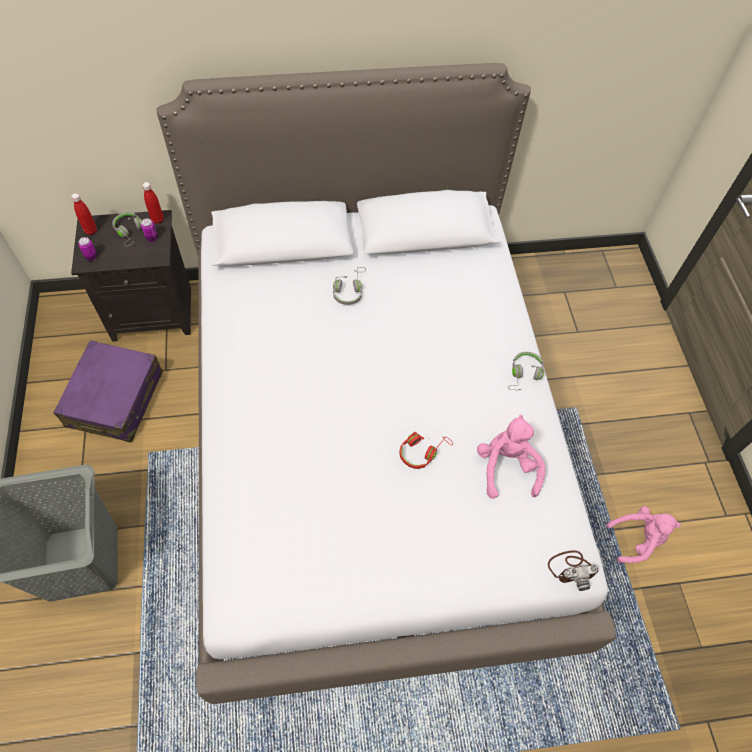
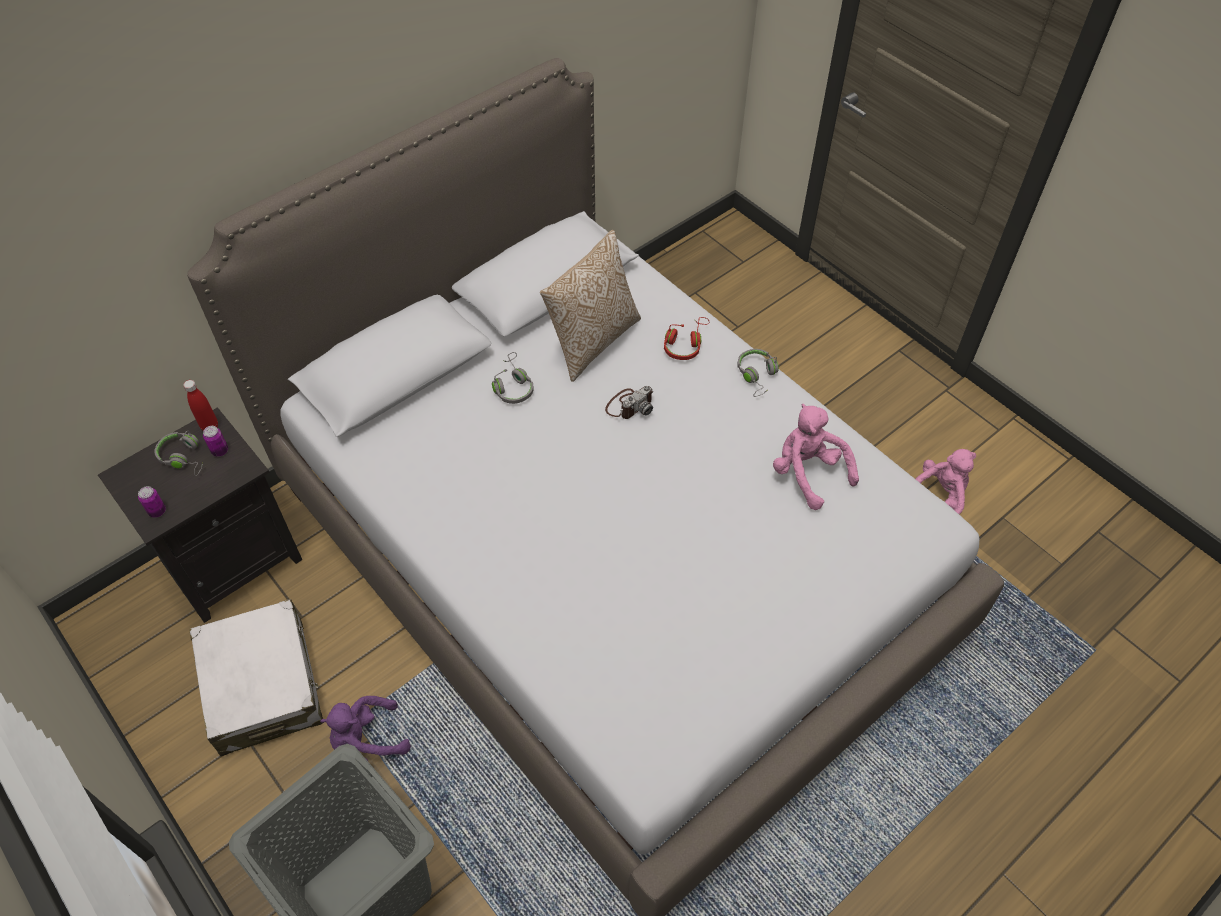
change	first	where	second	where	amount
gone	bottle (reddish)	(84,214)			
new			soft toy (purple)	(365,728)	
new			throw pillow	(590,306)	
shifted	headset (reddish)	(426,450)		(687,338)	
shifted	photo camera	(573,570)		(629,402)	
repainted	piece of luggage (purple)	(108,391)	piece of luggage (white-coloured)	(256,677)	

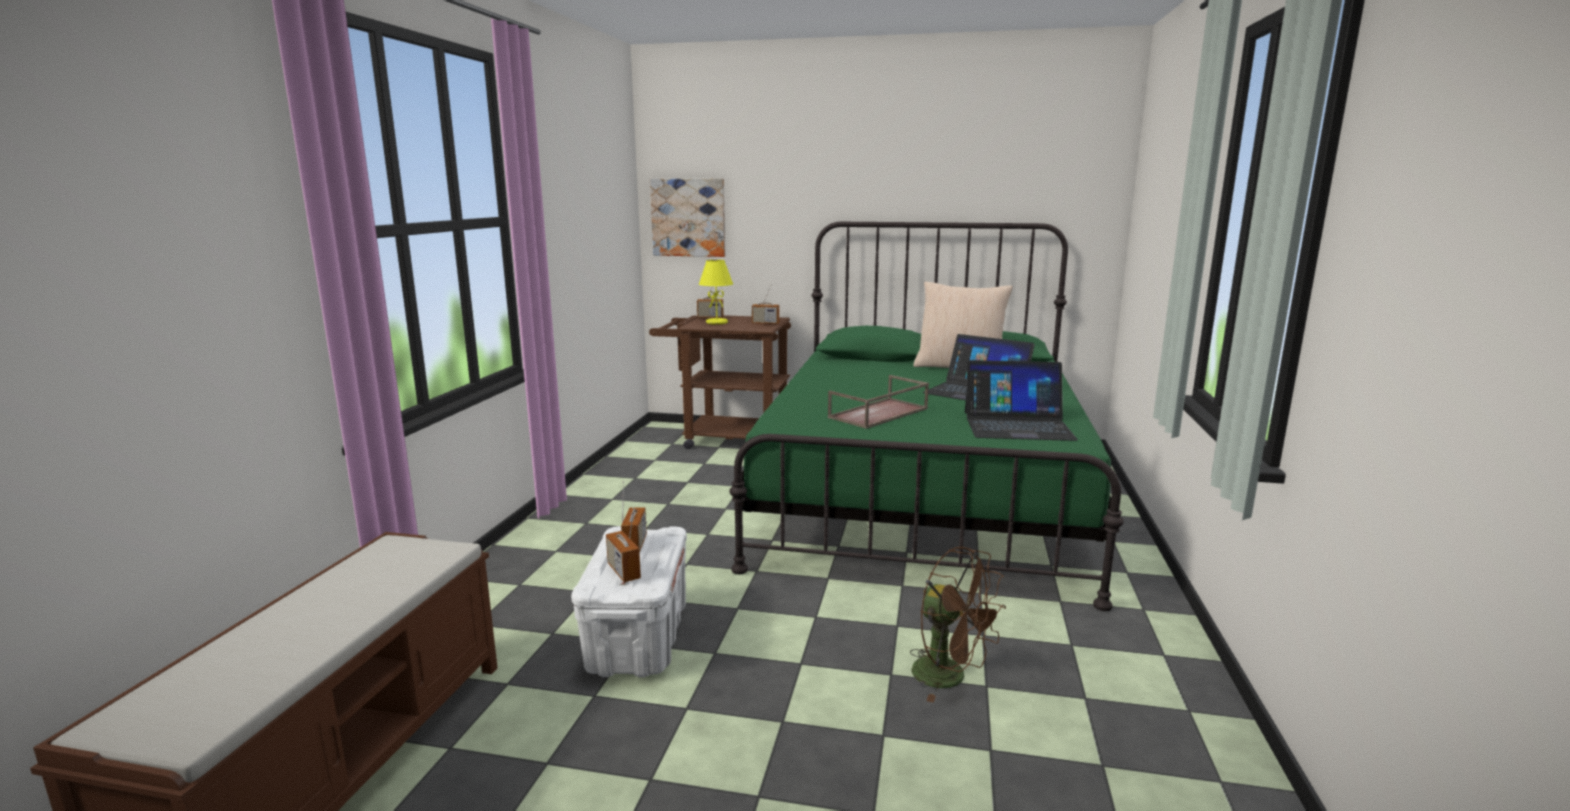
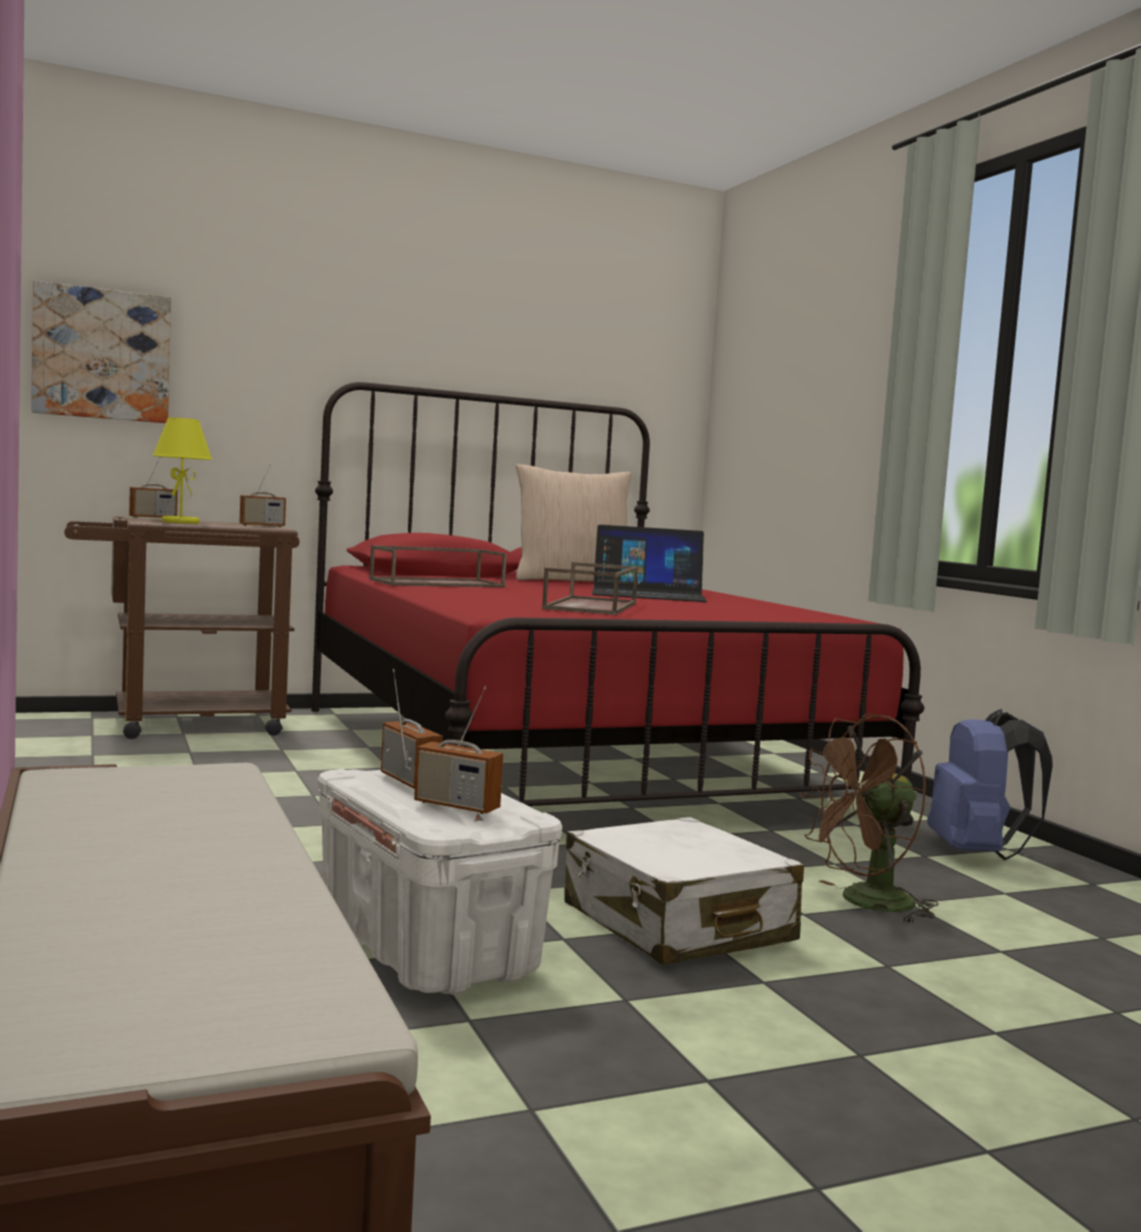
change	first	where	second	where	amount
gone	notebook computer	(1021,400)			
new			serving tray (brown-coloured)	(438,566)	
new			piece of luggage (white-coloured)	(684,891)	
new			rucksack (blue-coloured)	(990,784)	
repainted	sleeping bed (green-coloured)	(926,416)	sleeping bed (reddish)	(618,604)	
rotated	electric fan (brown-coloured)	(958,624)		(869,818)	150 degrees clockwise

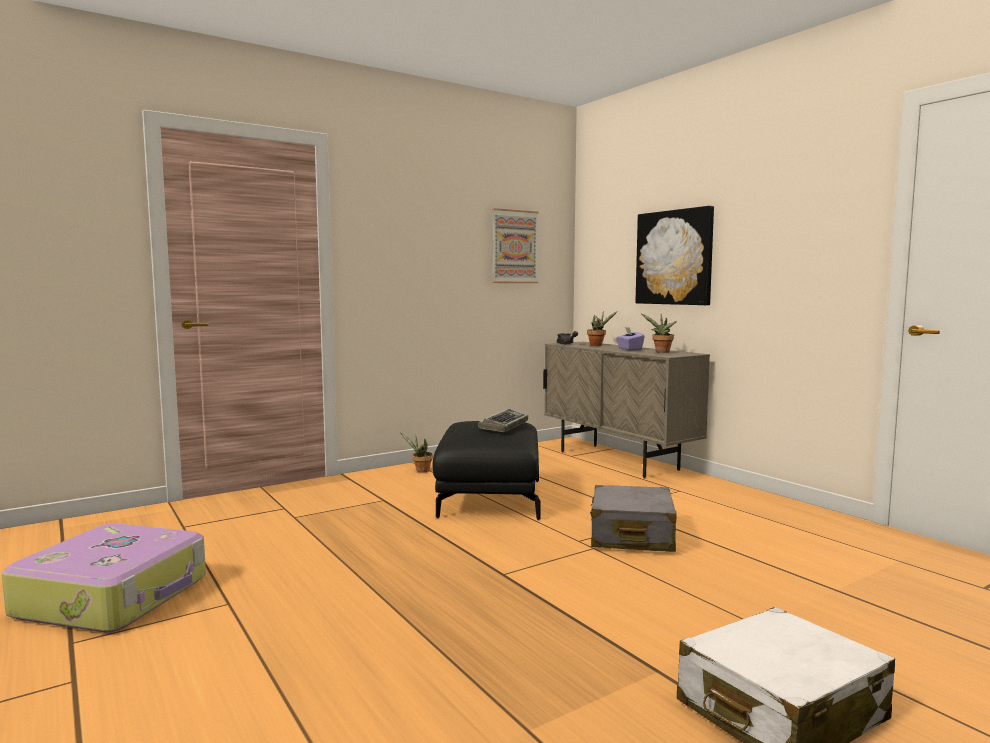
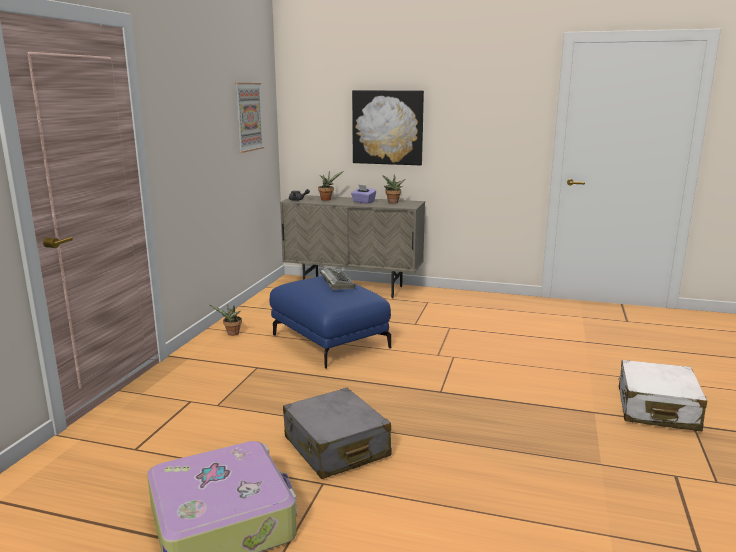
change	first	where	second	where	amount
shifted	piece of luggage (gray)	(633,518)		(337,433)	
repainted	pouffe (blackish)	(486,470)	pouffe (blue-coloured)	(330,322)	

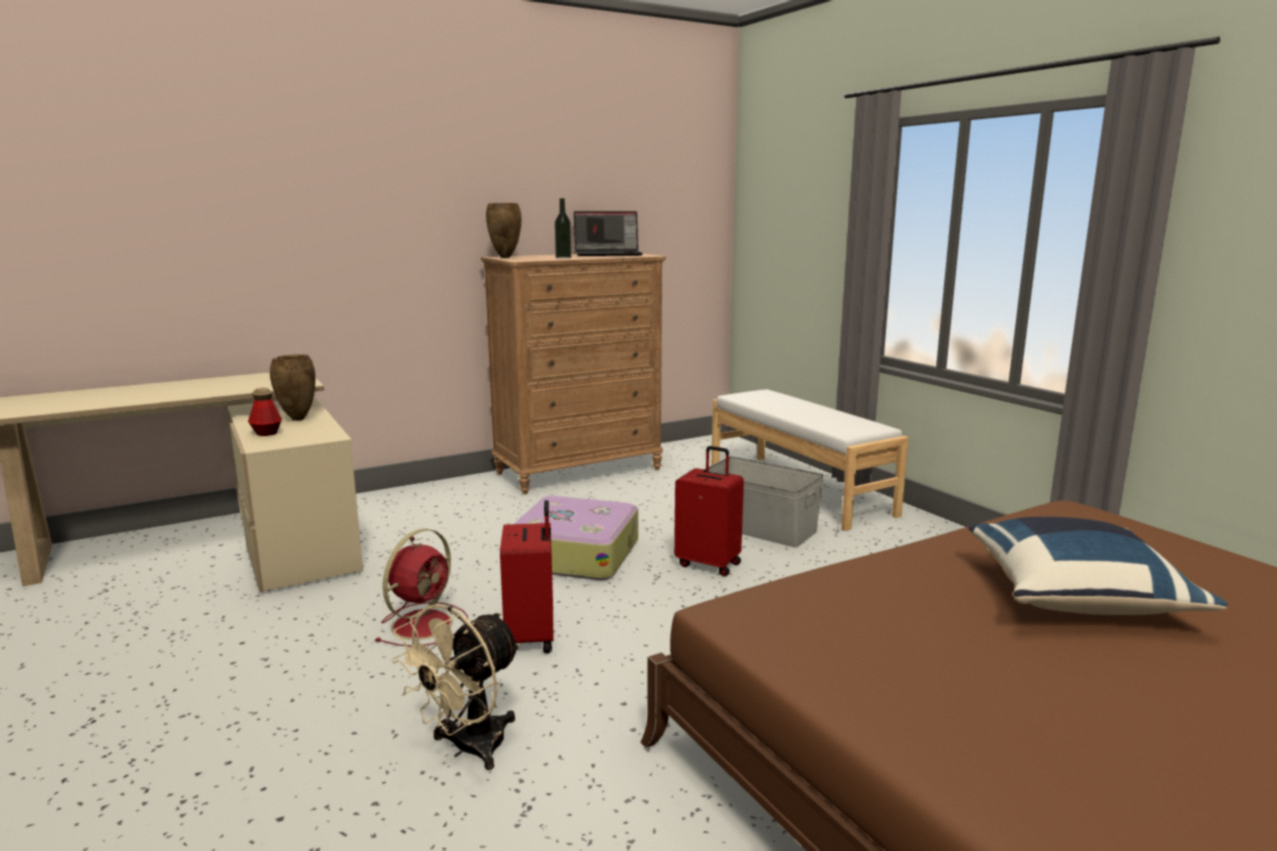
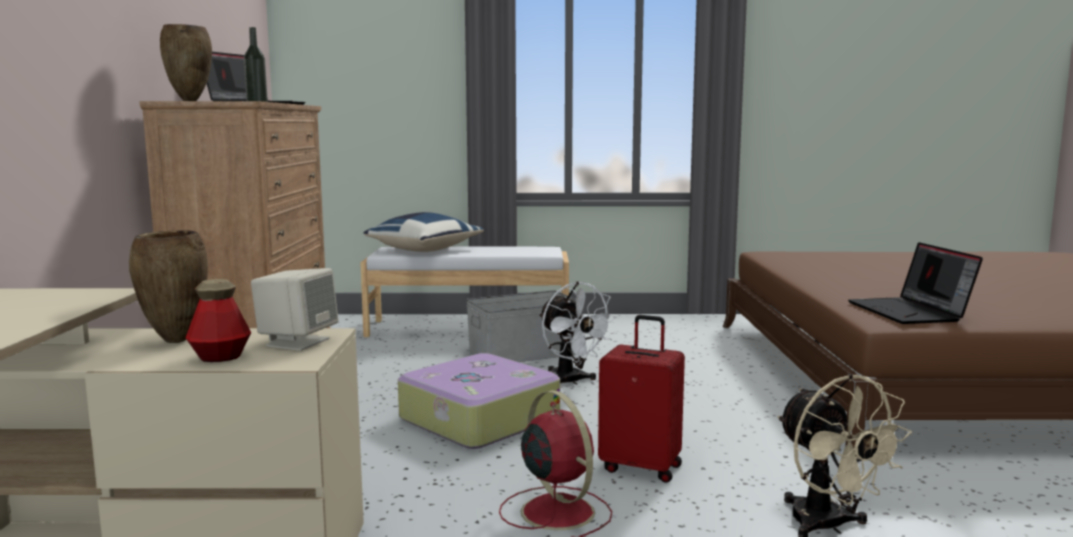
change	first	where	second	where	amount
new			speaker (beige)	(294,309)	
new			notebook computer	(915,283)	
shifted	throw pillow (blue-coloured)	(1098,566)		(424,232)	
swapped	piece of luggage (reddish)	(709,511)	electric fan (white-coloured)	(578,333)	

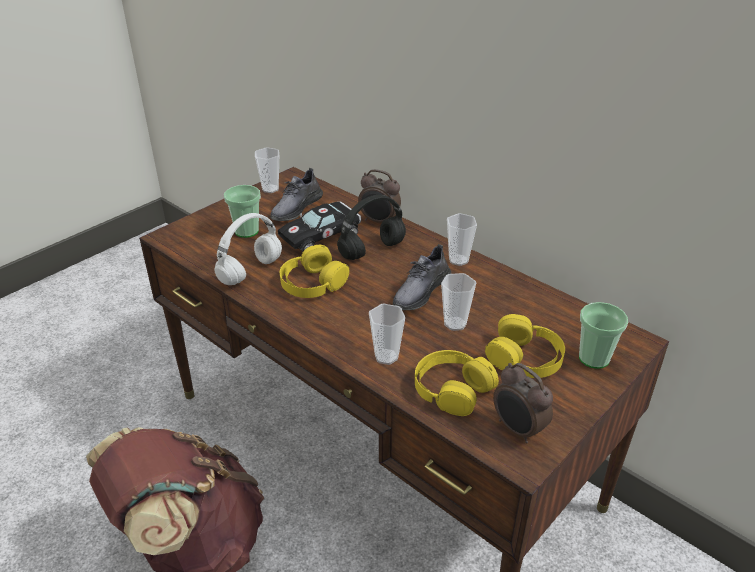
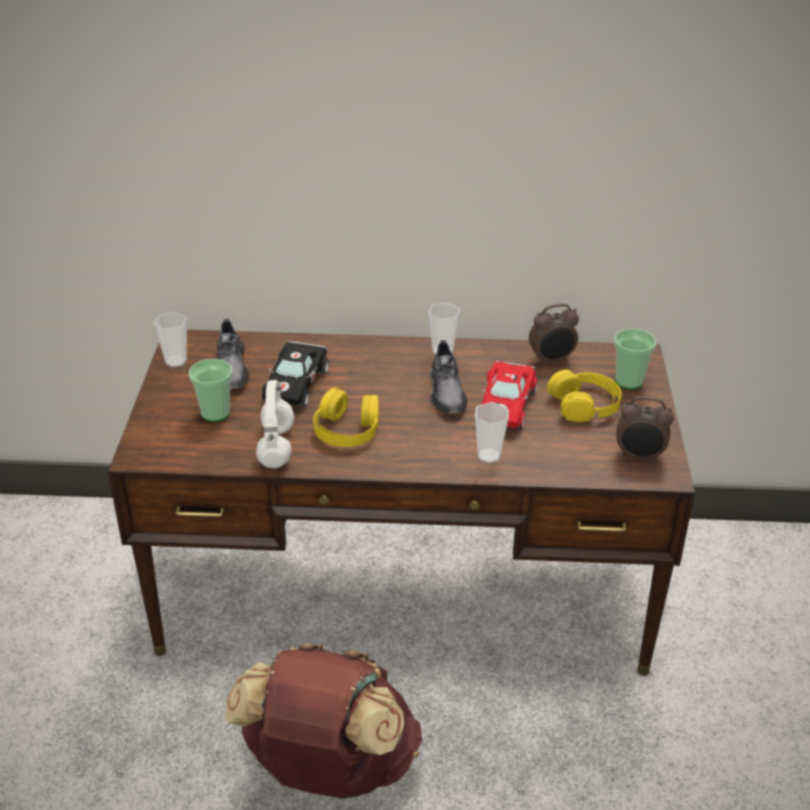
change	first	where	second	where	amount
gone	headset (blackish)	(371,227)			
gone	headset (yellowish)	(457,383)			
shifted	bedside clock	(379,196)		(554,334)	
swapped	drinking cup	(458,302)	model car (reddish)	(509,395)	

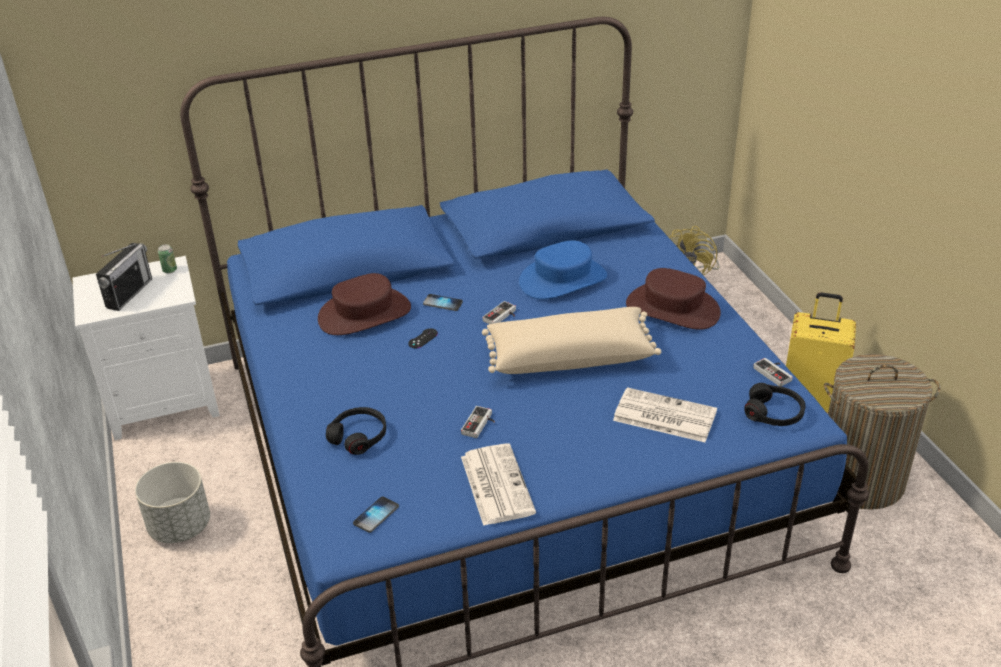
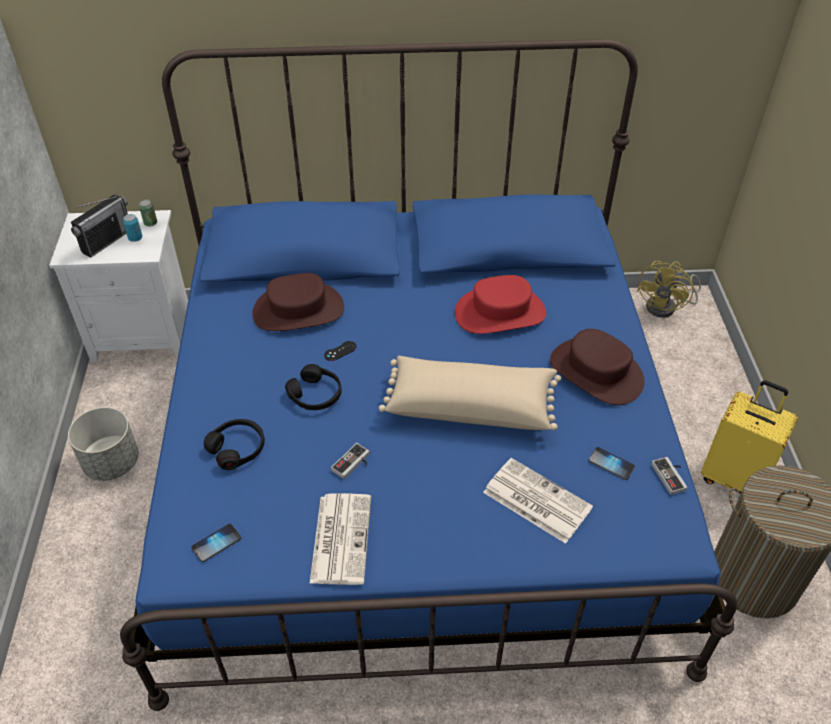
change	first	where	second	where	amount
gone	game controller	(499,312)			
new			can	(132,228)	
shifted	telephone	(443,302)		(612,463)	
shifted	headset (blackish)	(774,404)		(313,387)	
repainted	clothing hat (blue-coloured)	(563,269)	clothing hat (reddish)	(500,304)	

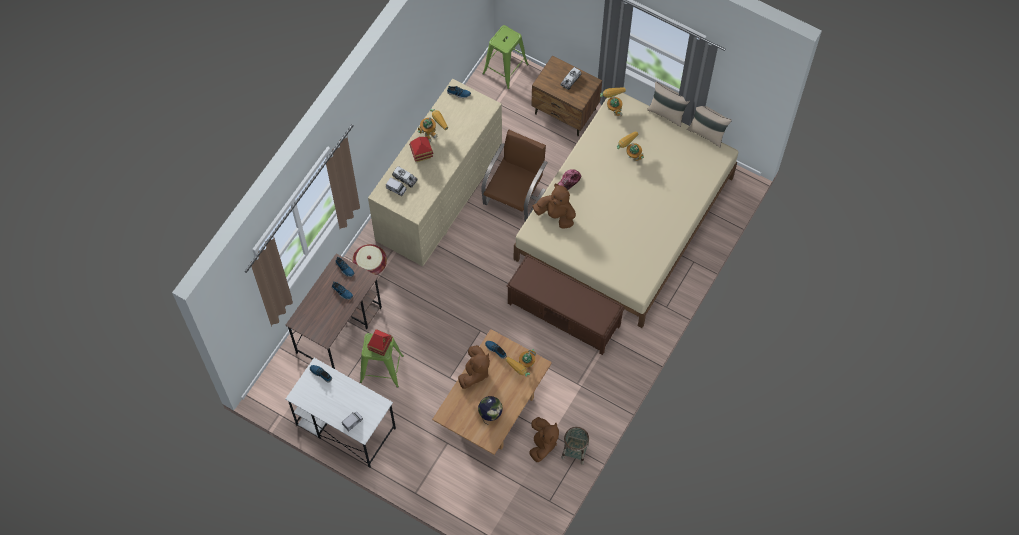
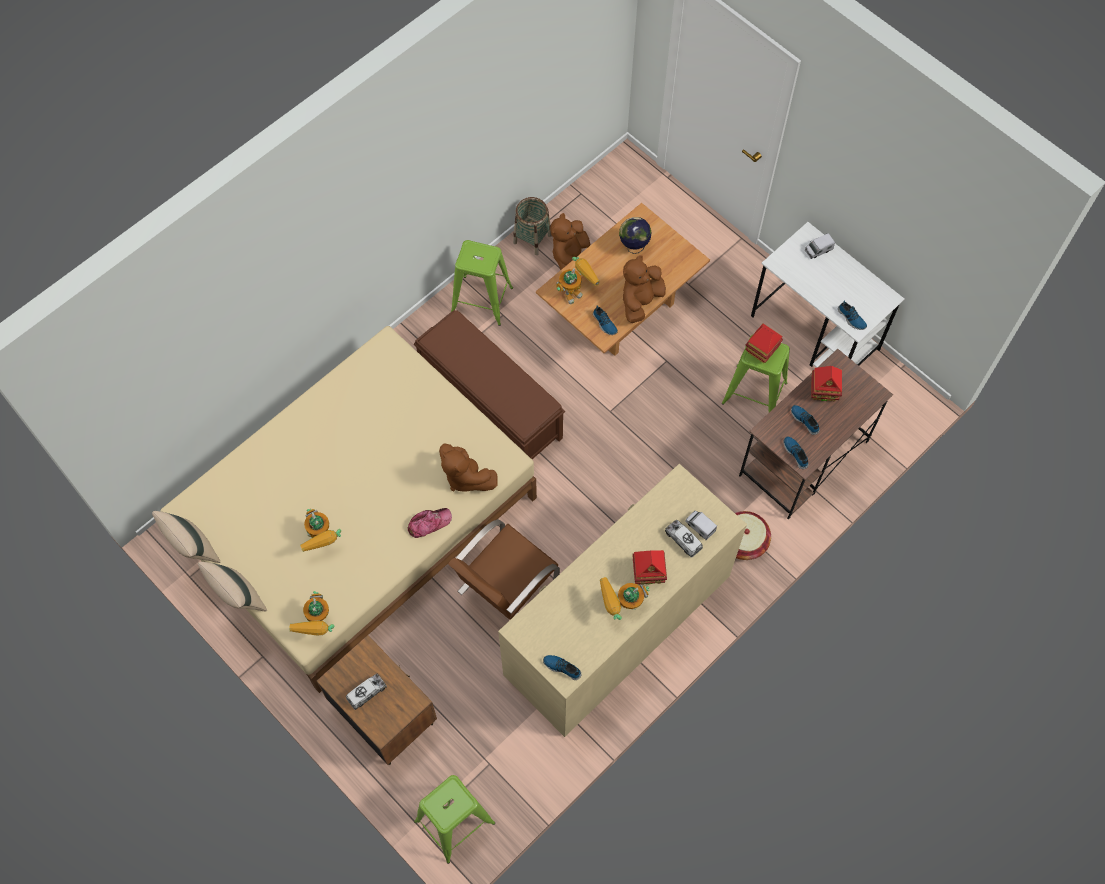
change	first	where	second	where	amount
new			sitting stool (green-coloured)	(482,283)	
new			miniature house	(826,384)	

